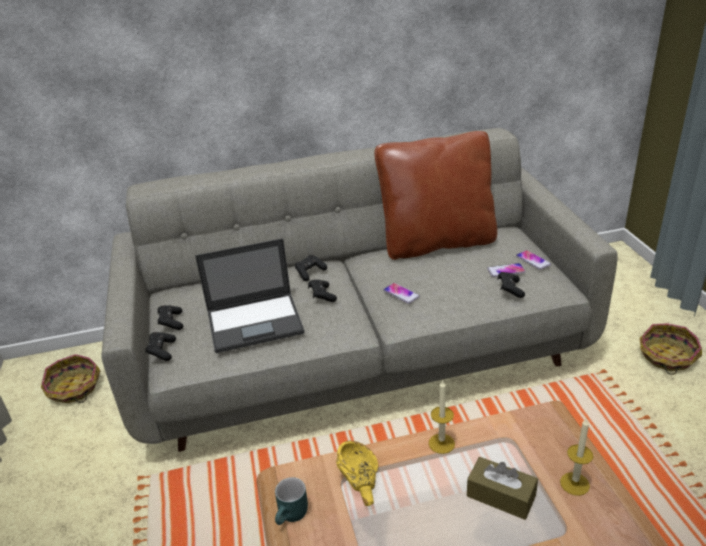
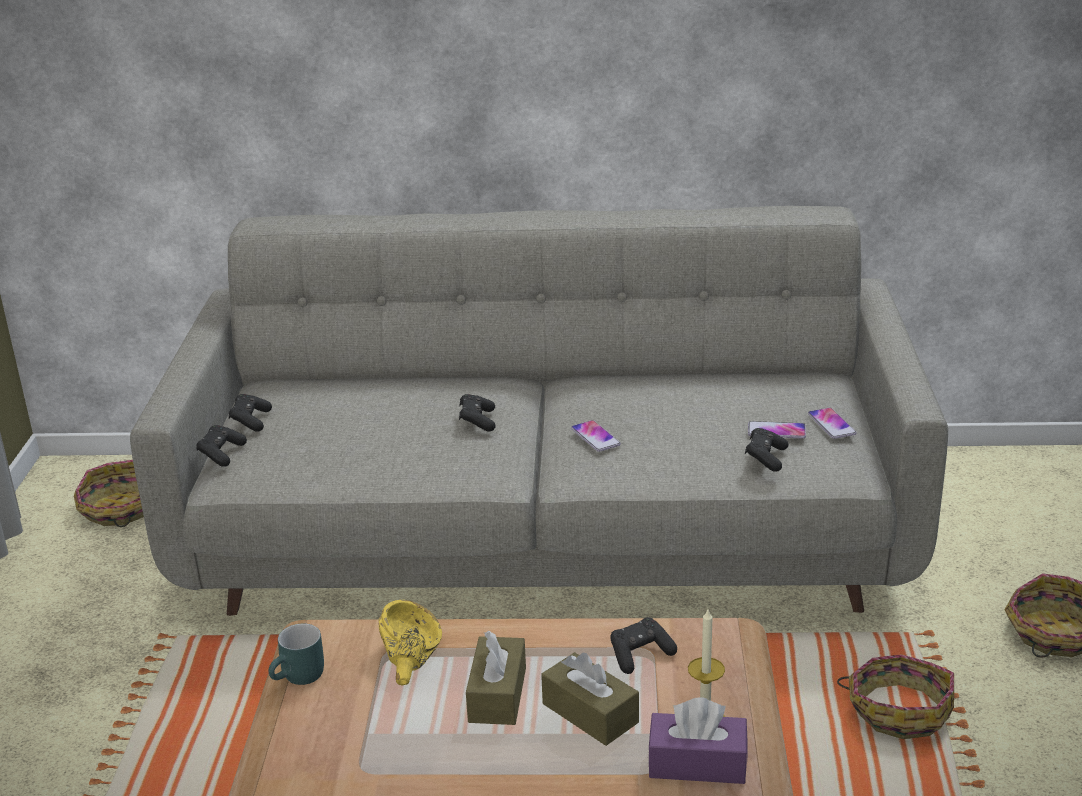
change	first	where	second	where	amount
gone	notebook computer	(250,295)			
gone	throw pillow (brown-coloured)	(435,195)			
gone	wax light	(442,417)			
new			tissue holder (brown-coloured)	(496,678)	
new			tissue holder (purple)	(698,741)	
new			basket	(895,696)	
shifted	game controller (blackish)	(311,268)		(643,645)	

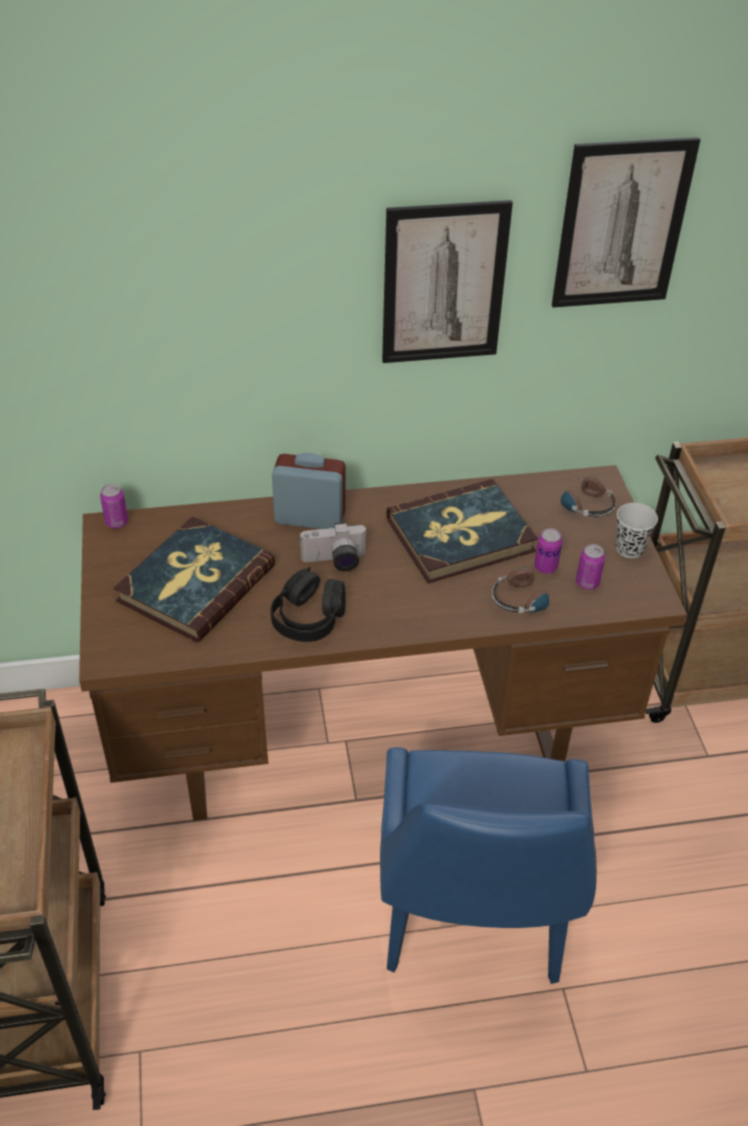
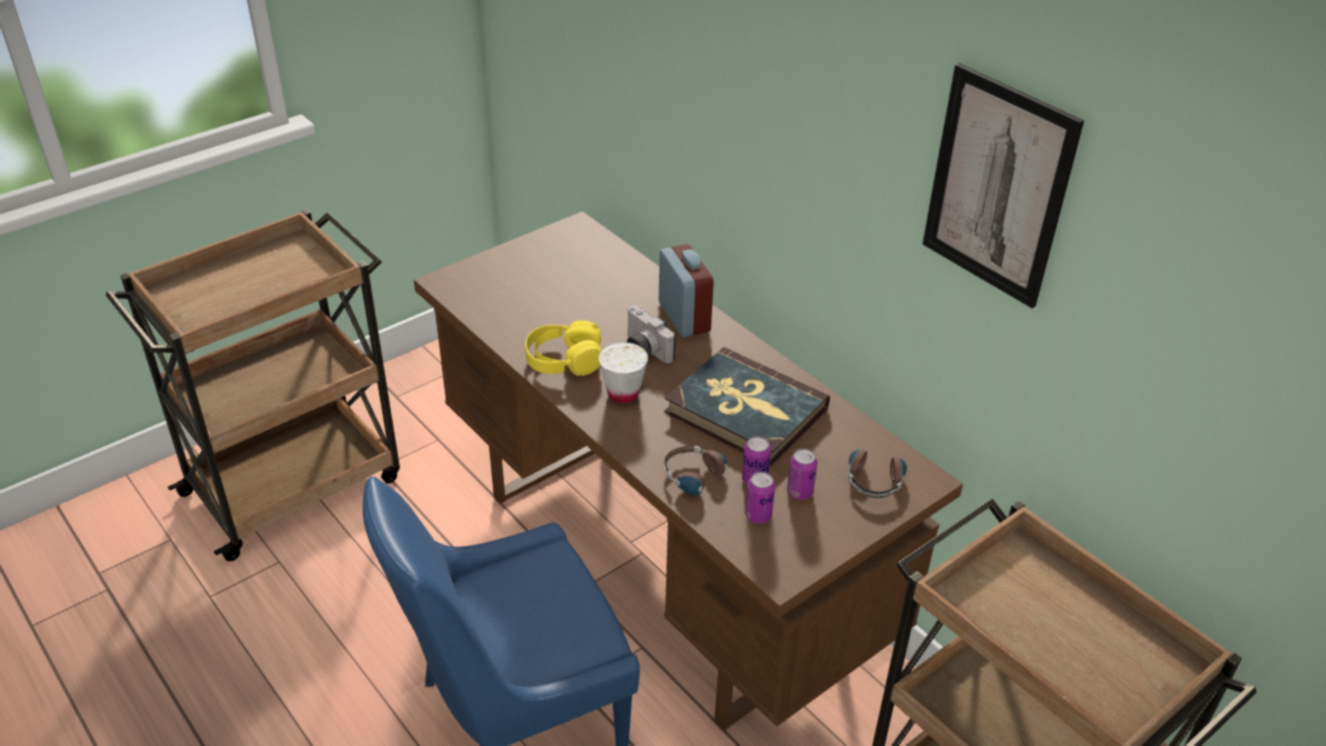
change	first	where	second	where	amount
gone	book	(194,579)			
gone	picture	(447,281)			
gone	drinking cup (blackish)	(636,530)			
new			drinking cup (white-coloured)	(623,372)	
shifted	can	(114,506)		(802,474)	
repainted	headset (blackish)	(308,604)	headset (yellowish)	(563,348)	

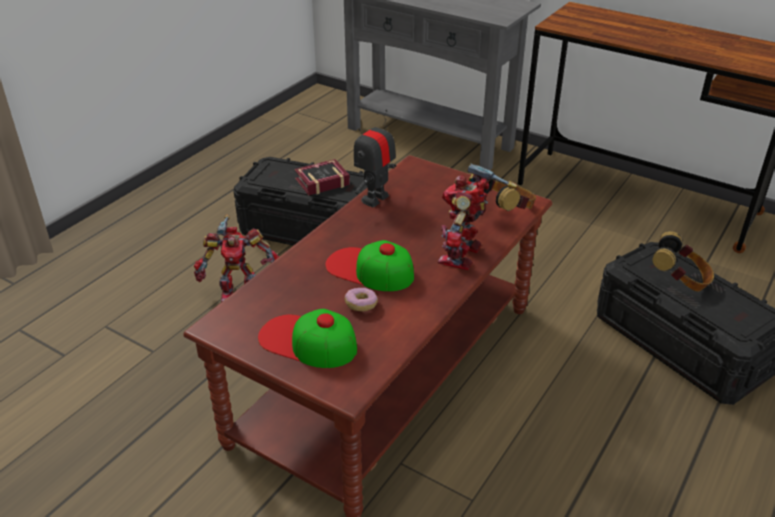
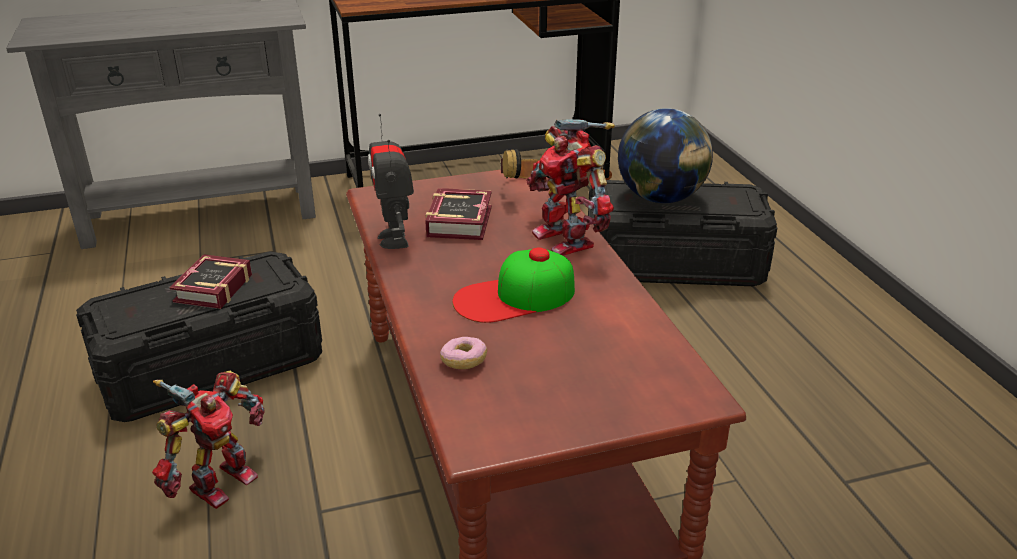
change	first	where	second	where	amount
gone	cap	(307,338)			
new			book	(458,214)	
shifted	doughnut	(361,300)		(463,353)	
swapped	headset	(683,261)	globe	(665,155)	

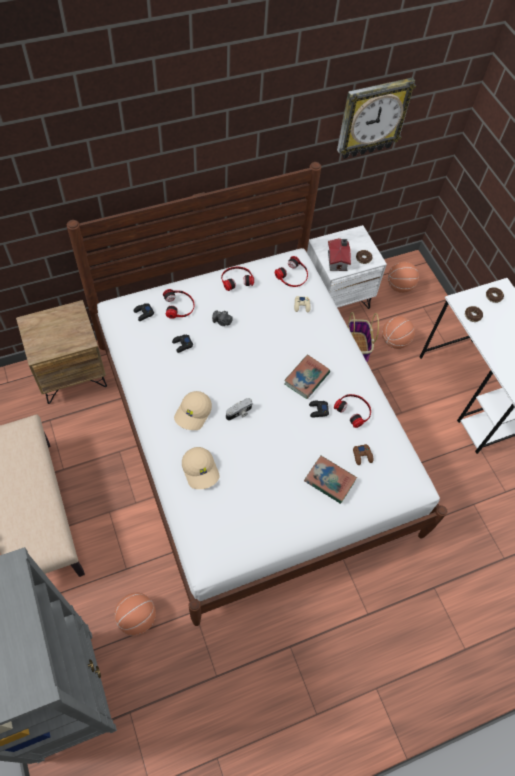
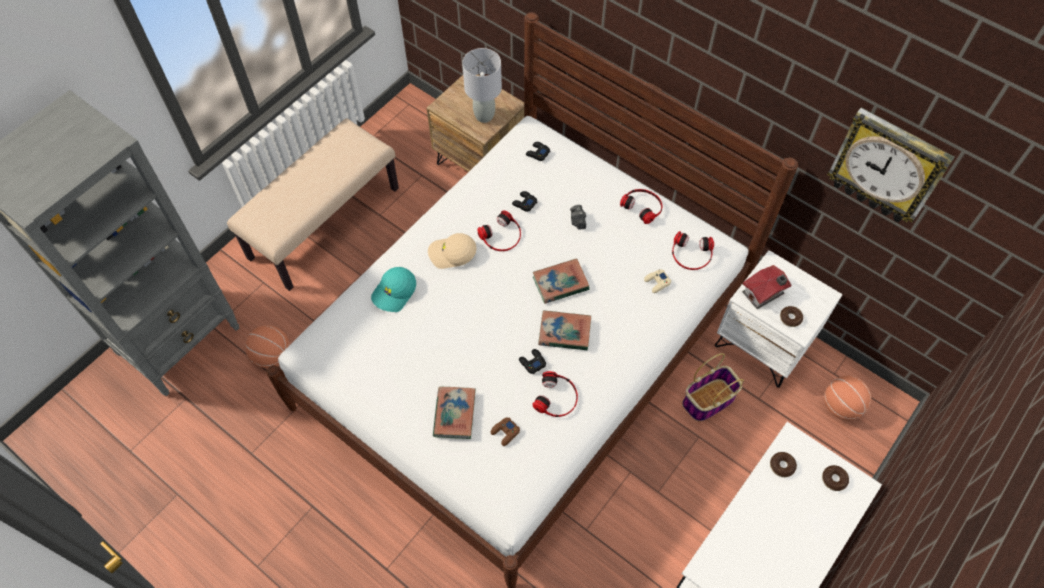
change	first	where	second	where	amount
gone	photo camera	(239,409)			
gone	ball for basketball	(398,332)			
new			lamp for a table (gray)	(482,85)	
new			book	(561,281)	
shifted	headset	(179,304)		(499,231)	
repainted	cap (beige)	(201,468)	cap (turquoise)	(393,289)	

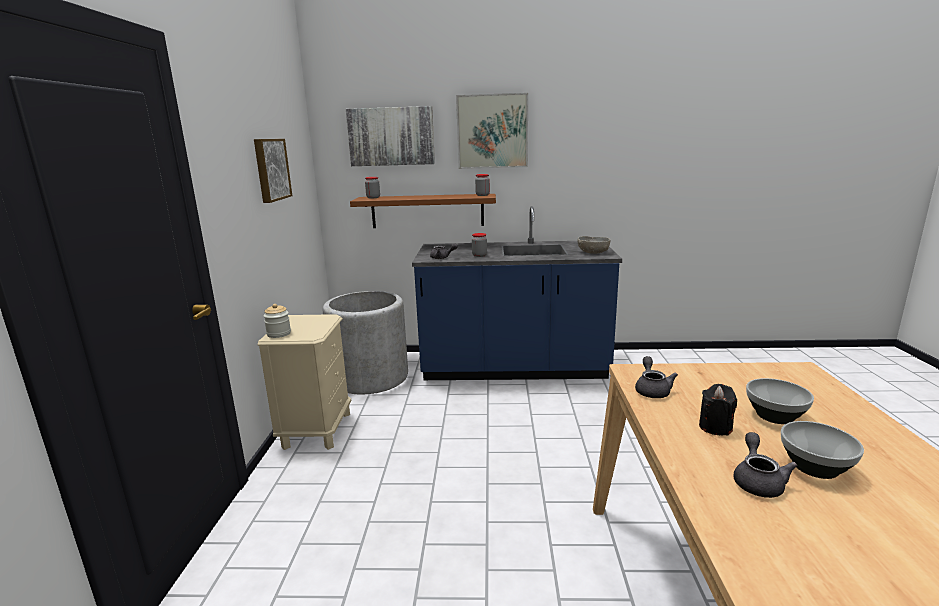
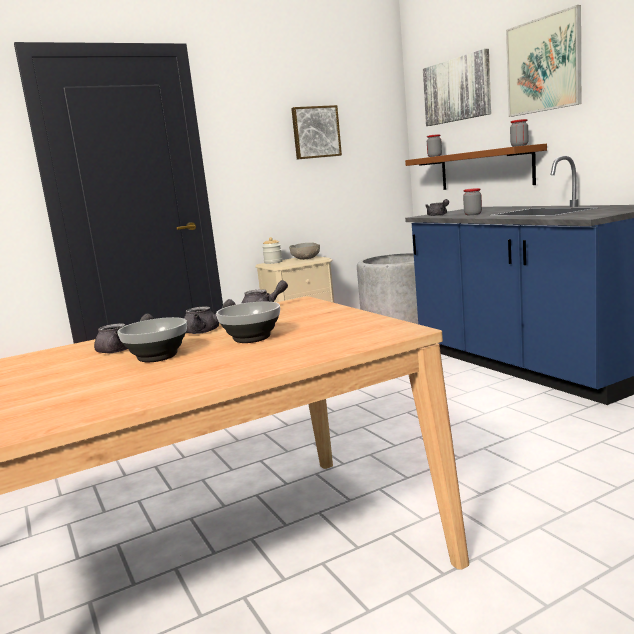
change	first	where	second	where	amount
shifted	bowl (gray)	(594,245)		(304,251)	
swapped	wax light (blackish)	(718,410)	tea pot (gray)	(210,316)	

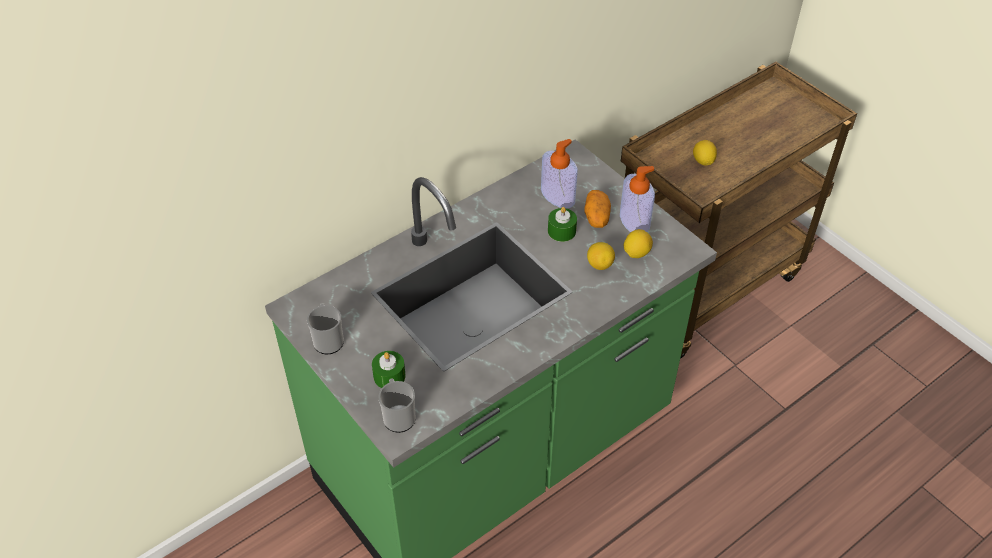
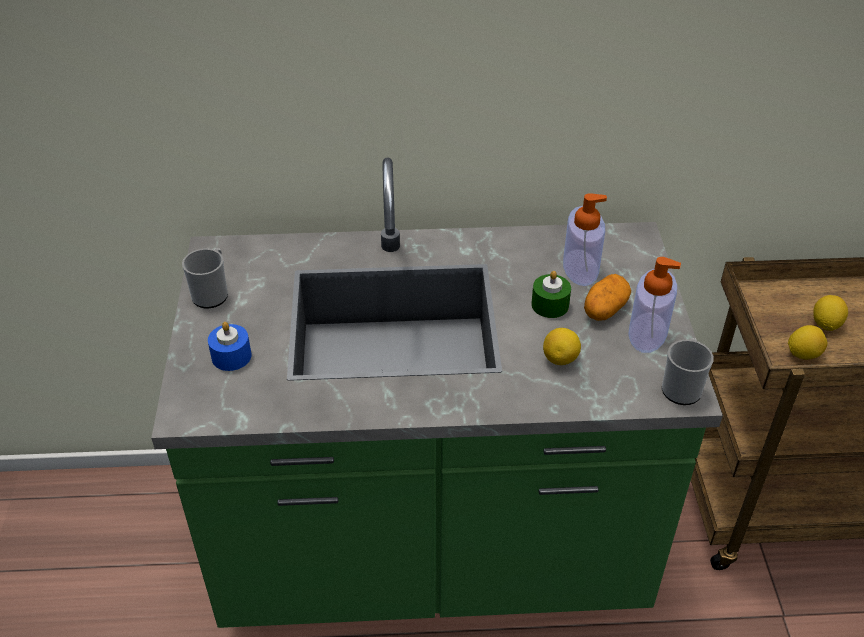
change	first	where	second	where	amount
shifted	coffee mug	(397,405)		(688,371)	
shifted	citrus fruit	(638,243)		(807,342)	
repainted	wax light (green-coloured)	(389,369)	wax light (blue-coloured)	(229,346)	

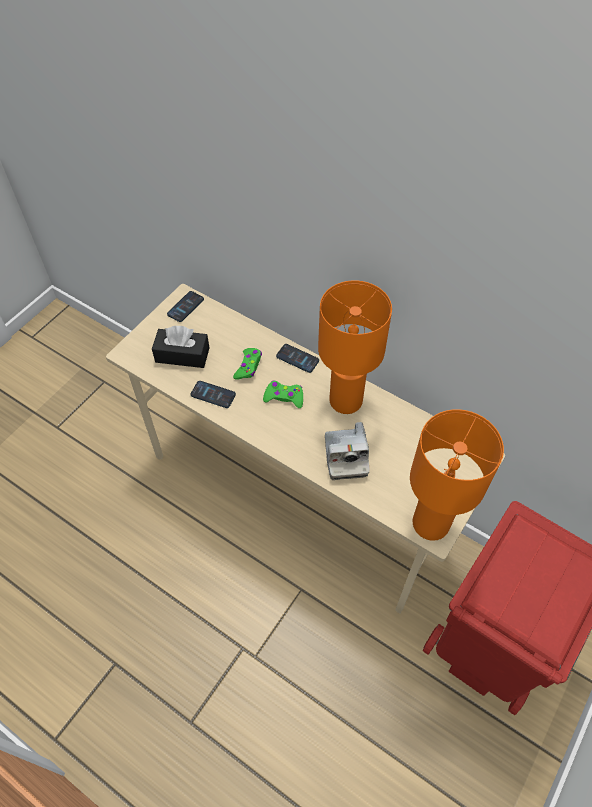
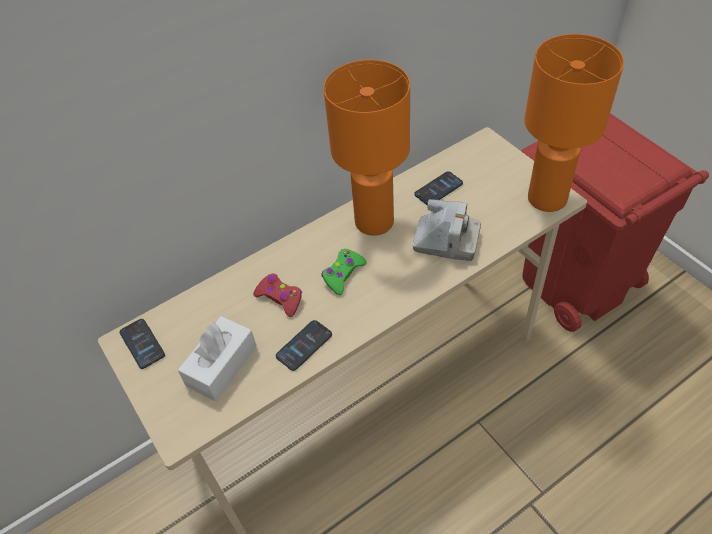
change	first	where	second	where	amount
shifted	telephone	(297,358)		(438,188)	
repainted	tissue holder (blackish)	(181,347)	tissue holder (white-coloured)	(217,358)	
repainted	game controller (green-coloured)	(247,364)	game controller (reddish)	(277,295)	

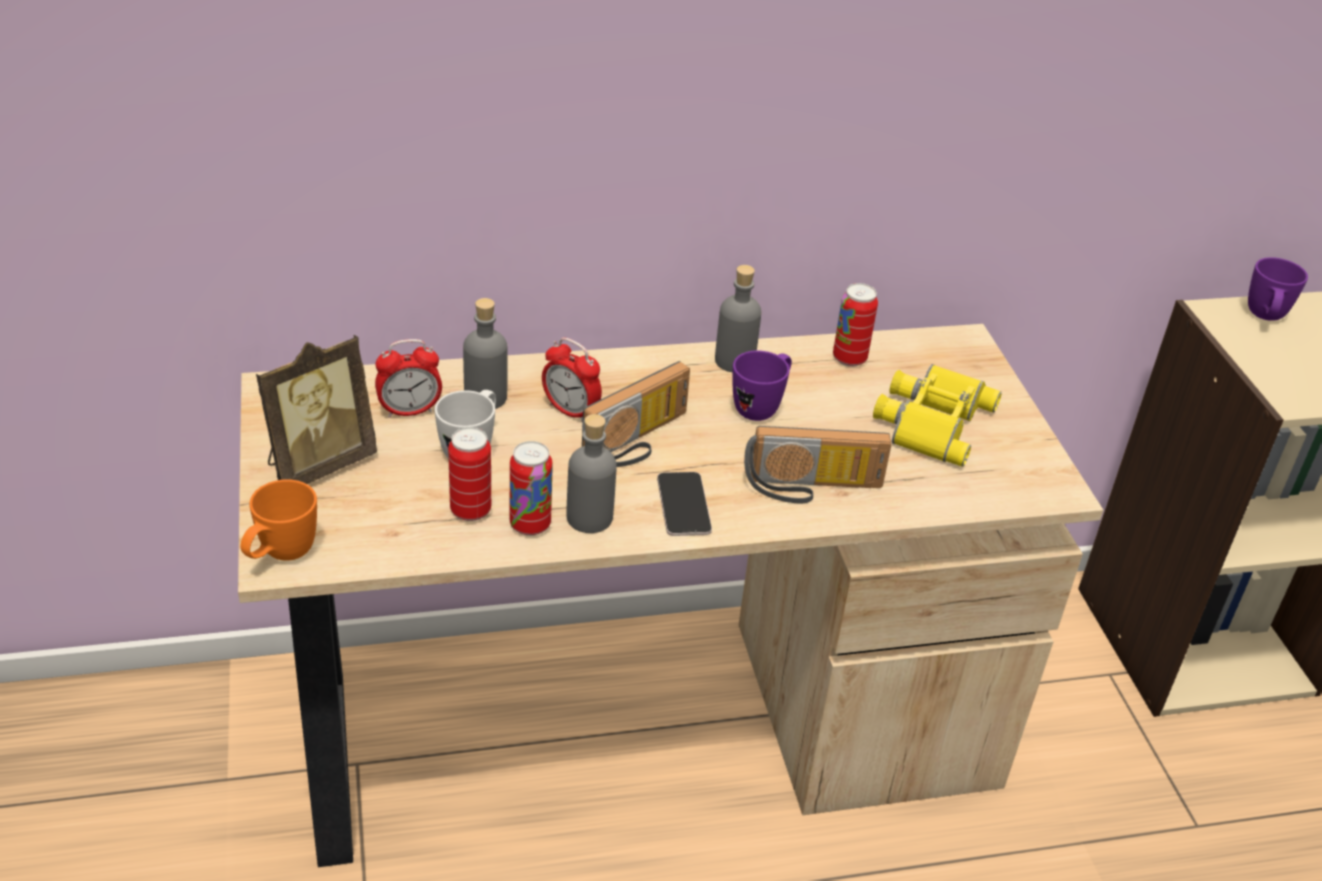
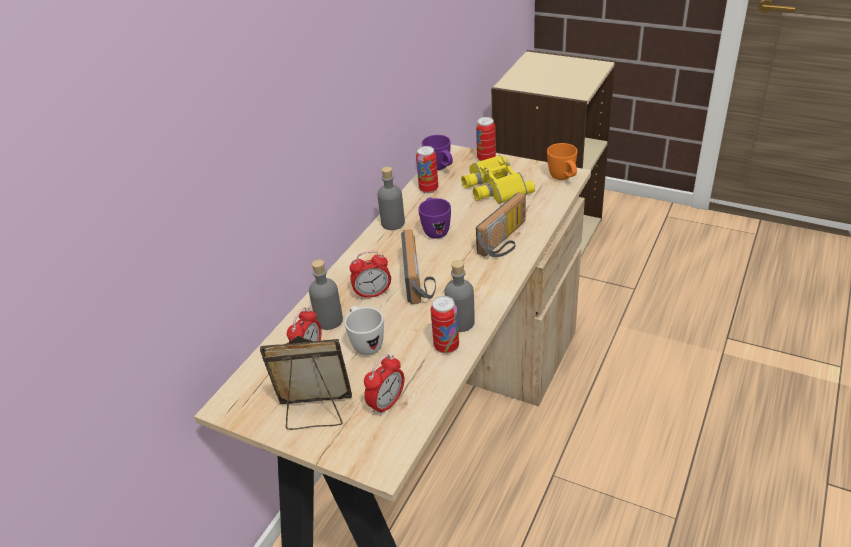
change	first	where	second	where	amount
gone	telephone	(684,504)			
new			bedside clock	(384,385)	
shifted	coffee mug (orangey)	(278,520)		(562,161)	
shifted	can	(469,474)		(486,139)	
shifted	coffee mug (purple)	(1278,289)		(437,152)	
rotated	standing frame	(316,409)		(306,383)	90 degrees counterclockwise

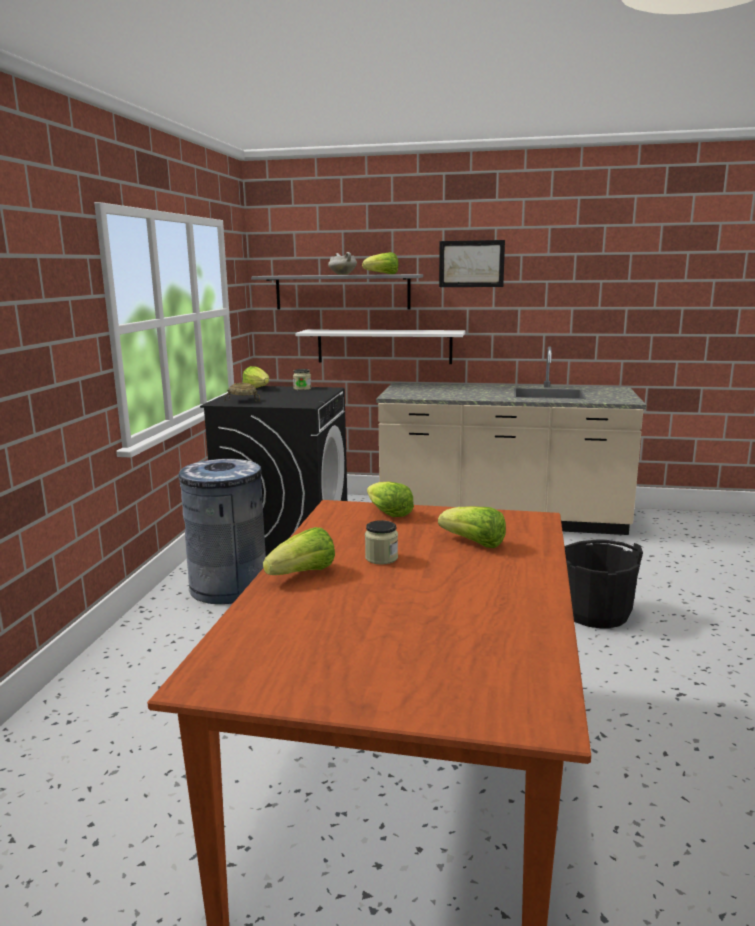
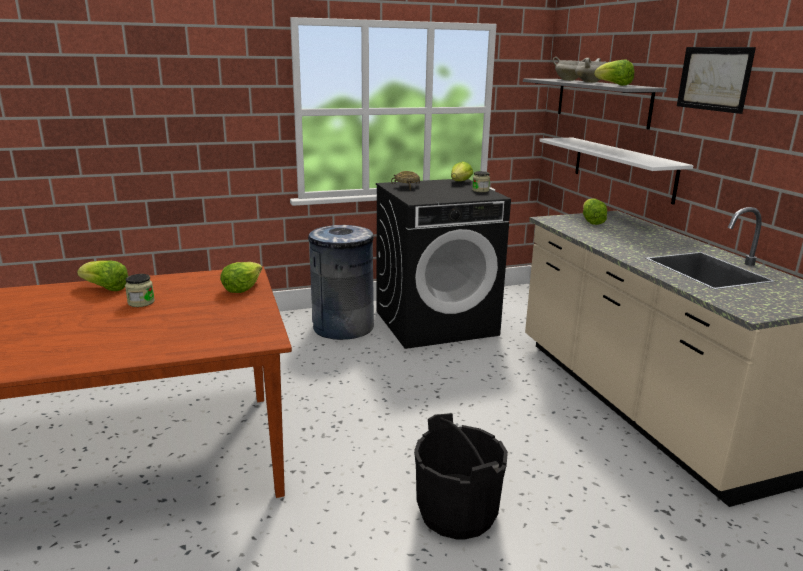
change	first	where	second	where	amount
new			cooking pot (white-coloured)	(569,69)	
shifted	lettuce head	(472,527)		(595,211)	

